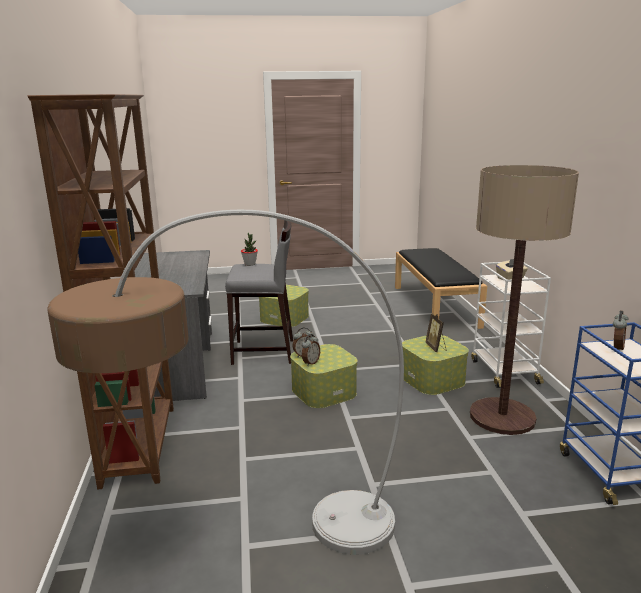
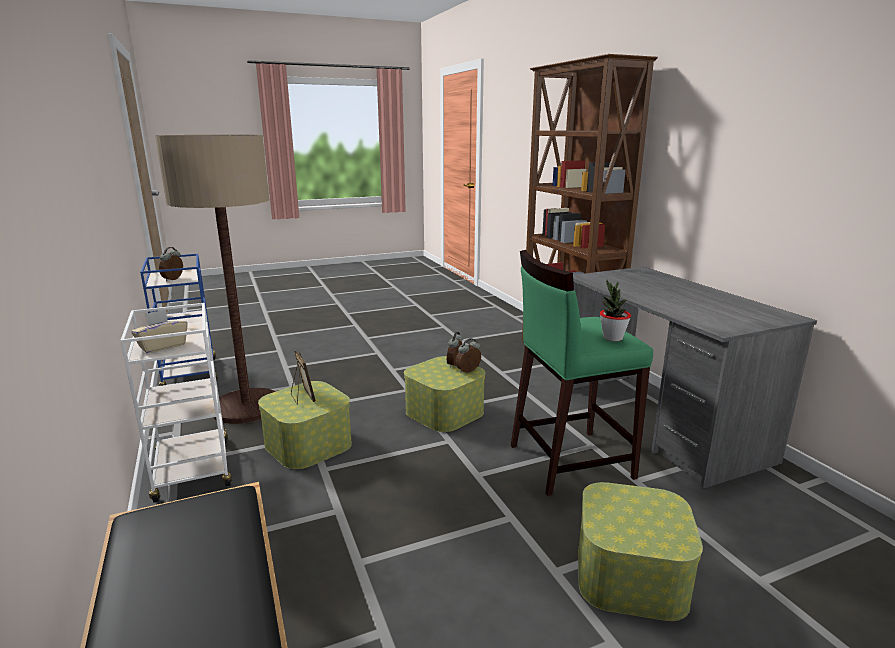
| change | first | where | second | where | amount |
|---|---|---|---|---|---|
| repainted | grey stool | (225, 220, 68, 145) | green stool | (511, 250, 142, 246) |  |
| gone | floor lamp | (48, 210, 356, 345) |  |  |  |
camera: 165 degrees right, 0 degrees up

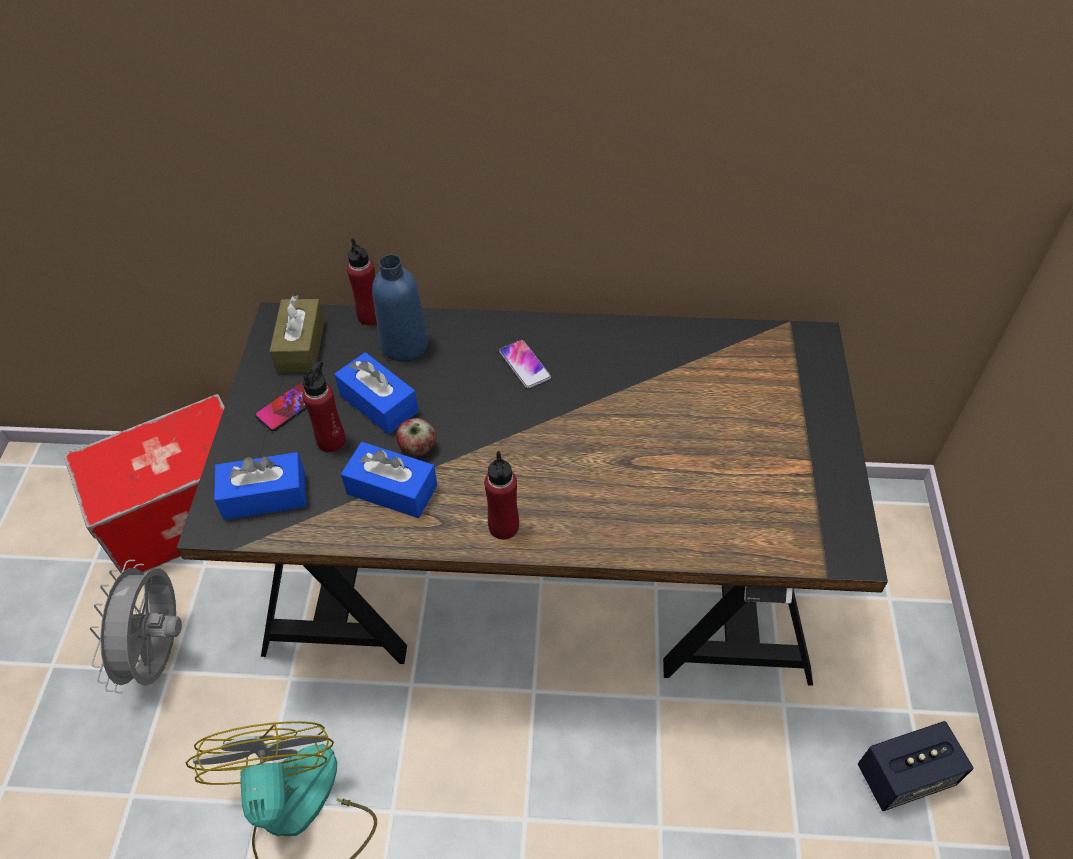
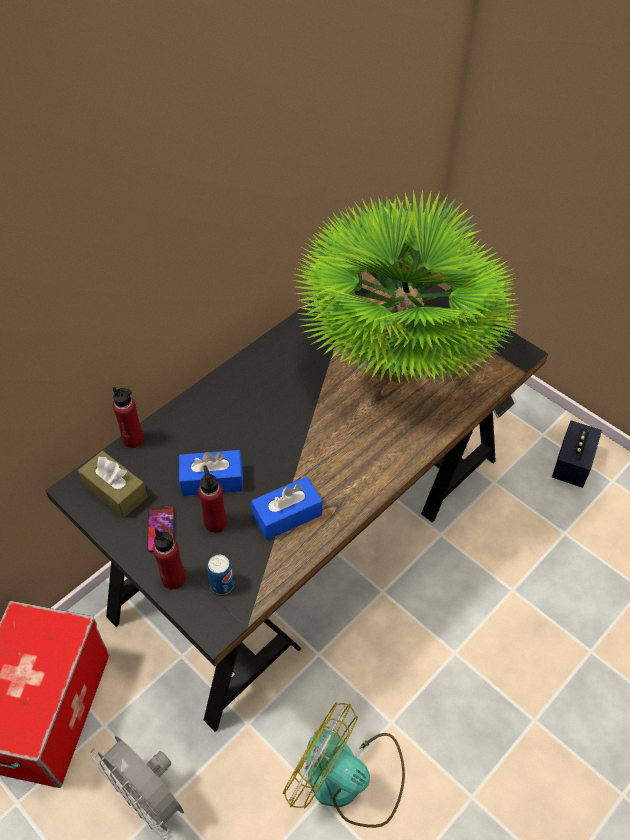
| change | first | where | second | where | amount |
|---|---|---|---|---|---|
| shifted | red bottle | (484, 451, 35, 89) |  | (153, 528, 33, 62) |  |
| swapped | blue tissue box | (214, 452, 93, 68) | can | (207, 555, 27, 40) |  |
| new |  |  | potted plant | (294, 190, 228, 194) |  |
| gone | blue bottle | (372, 255, 56, 107) |  |  |  |
| gone | apple | (396, 418, 40, 39) |  |  |  |
| gone | phone | (499, 340, 52, 49) |  |  |  |
camera: 50 degrees left, 0 degrees up

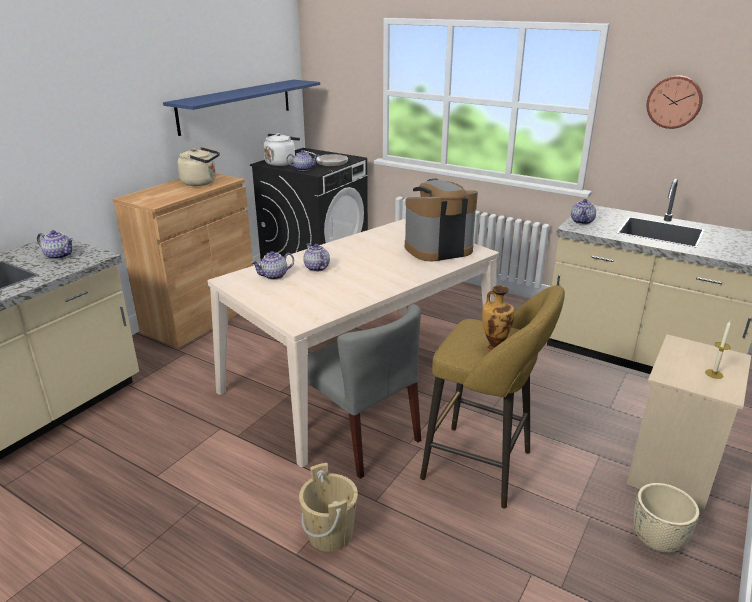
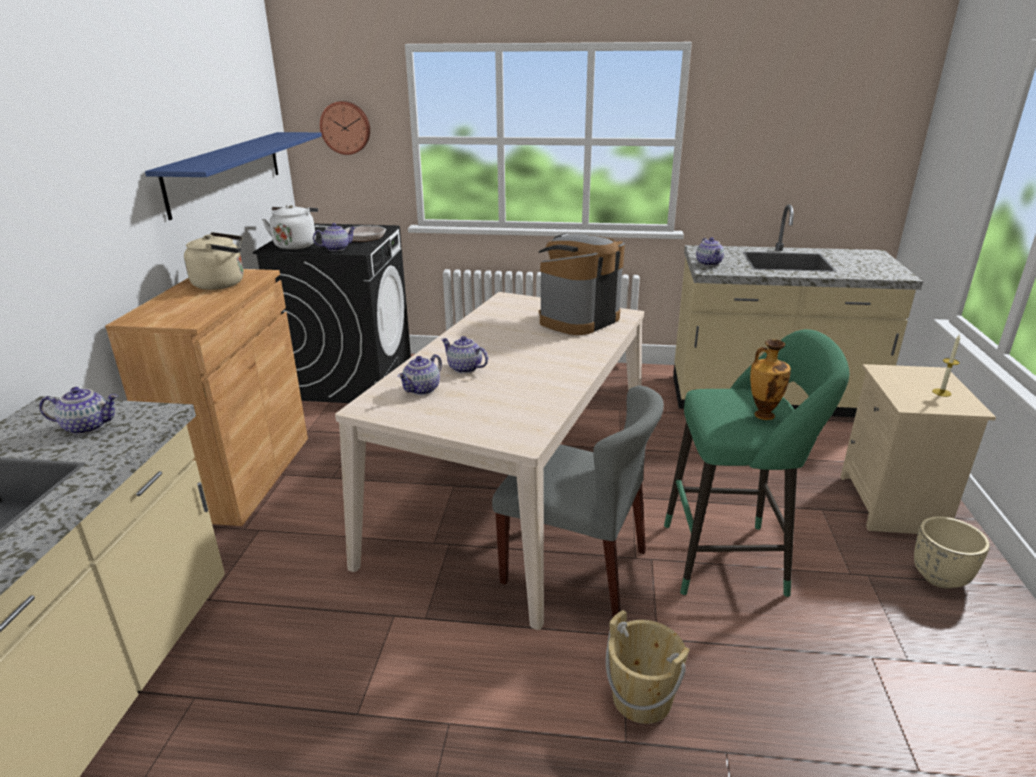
| change | first | where | second | where | amount |
|---|---|---|---|---|---|
| shifted | wall clock | (646, 76, 57, 53) |  | (320, 101, 50, 54) |  |
| repainted | yellow stool | (420, 285, 145, 223) | green stool | (664, 329, 185, 268) |  |
camera: 25 degrees left, 0 degrees up

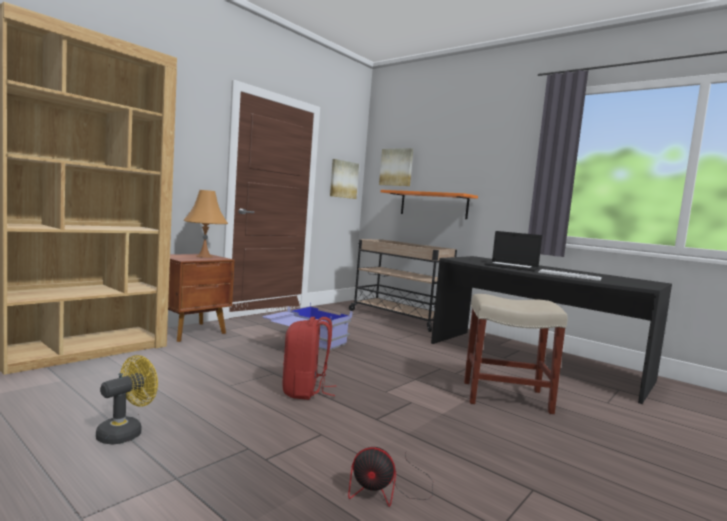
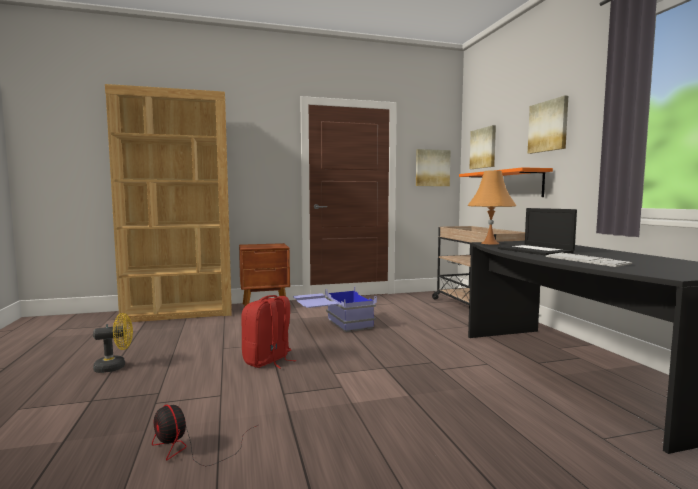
| change | first | where | second | where | amount |
|---|---|---|---|---|---|
| shifted | orange table lamp | (184, 190, 44, 68) |  | (468, 170, 49, 75) |  |
| new |  |  | picture | (528, 95, 40, 59) |  |
| gone | beige stool | (464, 294, 103, 120) |  |  |  |
camera: 35 degrees right, 0 degrees up

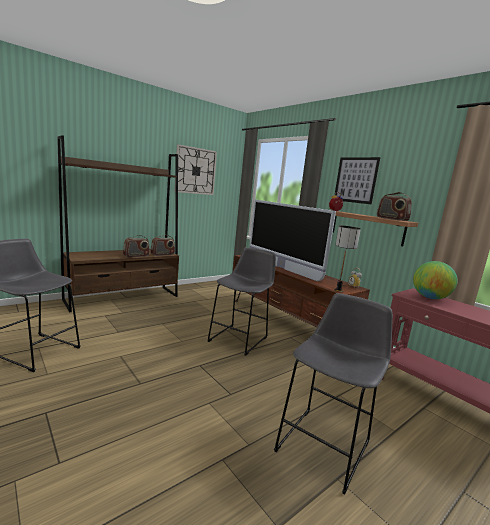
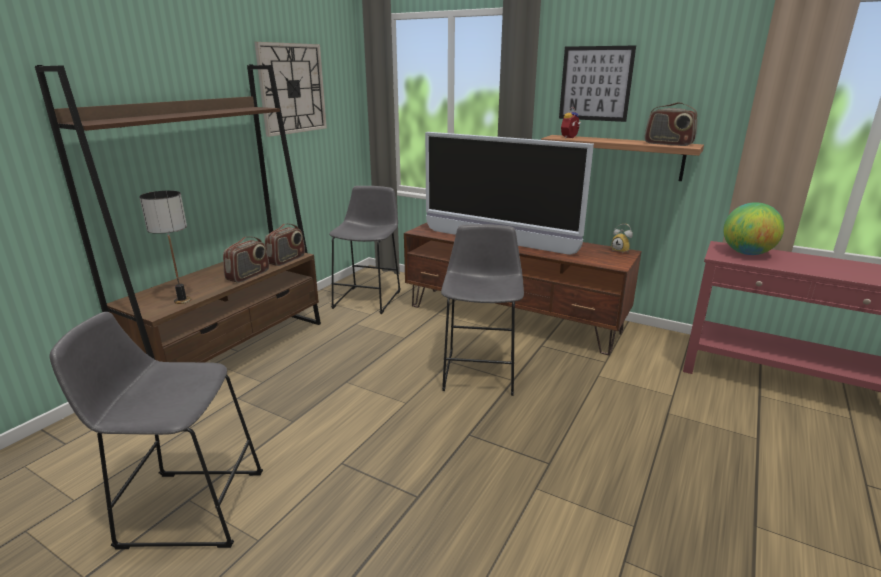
| change | first | where | second | where | amount |
|---|---|---|---|---|---|
| shifted | table lamp | (334, 226, 27, 66) |  | (139, 190, 52, 114) |  |
| shifted | grey stool | (274, 293, 119, 202) |  | (329, 186, 72, 128) |  |
camera: 20 degrees left, 10 degrees up

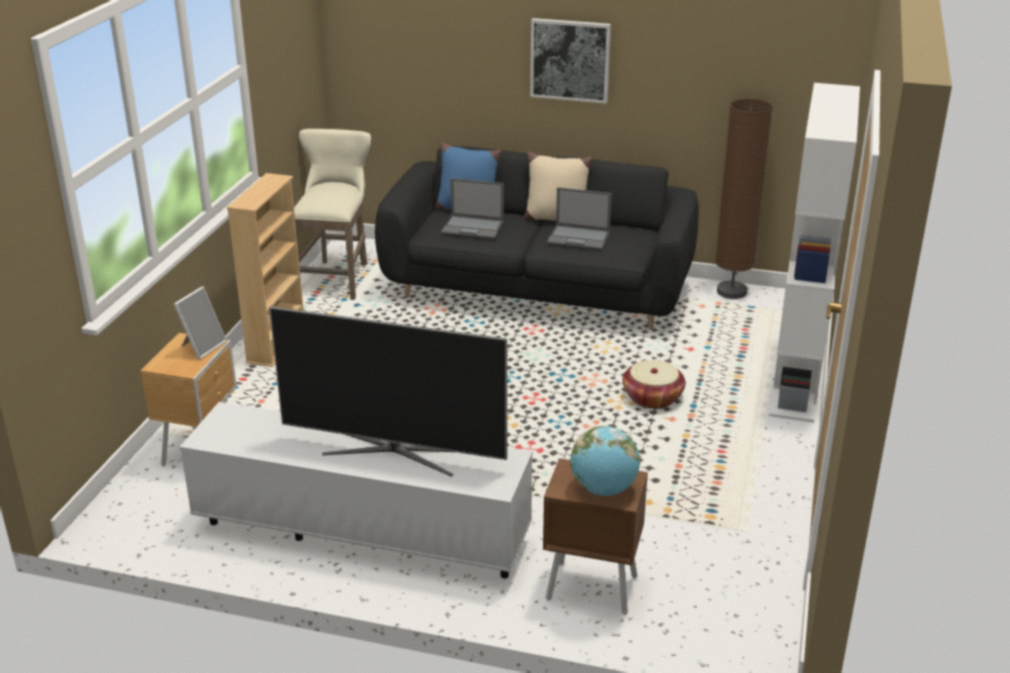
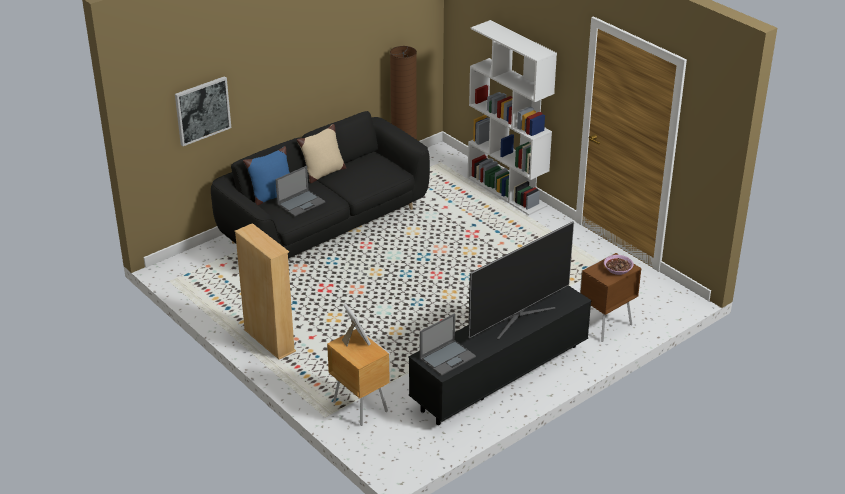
| change | first | where | second | where | amount |
|---|---|---|---|---|---|
| shifted | picture | (530, 18, 81, 85) |  | (175, 76, 56, 70) |  |
| repainted | white tv stand | (180, 402, 353, 176) | black tv stand | (409, 285, 183, 140) |  |
| shifted | laptop | (547, 187, 65, 63) |  | (420, 313, 56, 63) |  |
| swapped | globe | (570, 426, 70, 70) | bowl | (604, 255, 30, 20) |  |
| gone | beige stool | (294, 129, 78, 171) |  |  |  |
| gone | basket | (622, 360, 63, 49) |  |  |  |
camera: 55 degrees left, 5 degrees up

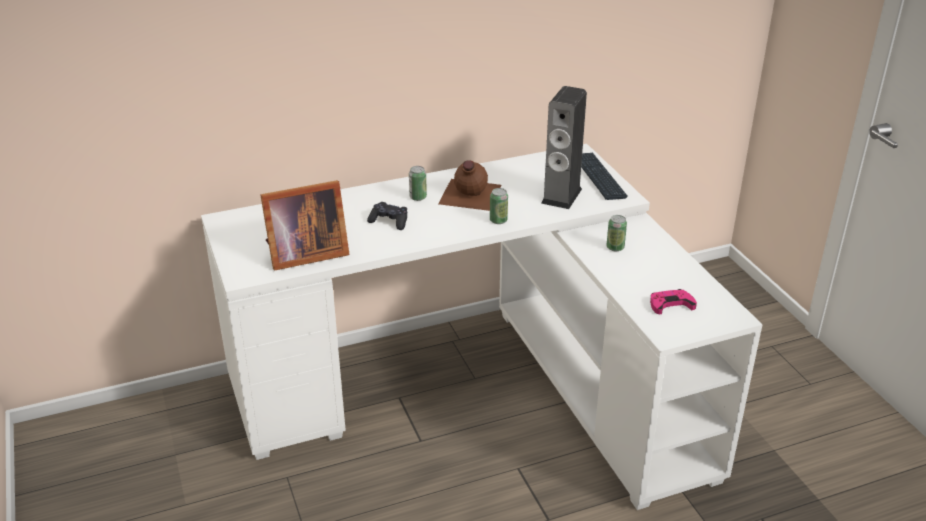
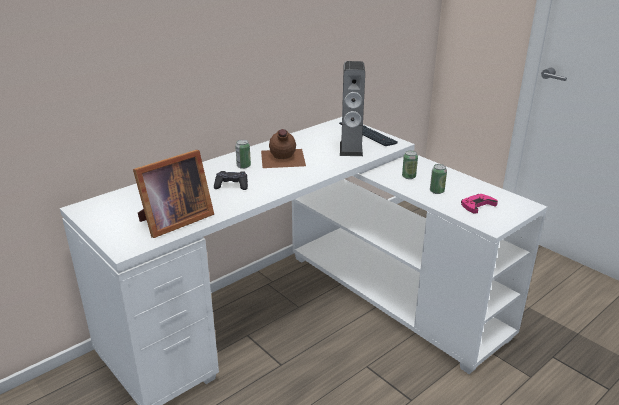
| change | first | where | second | where | amount |
|---|---|---|---|---|---|
| shifted | can | (490, 188, 18, 36) |  | (430, 164, 17, 30) |  |
camera: 20 degrees left, 5 degrees down

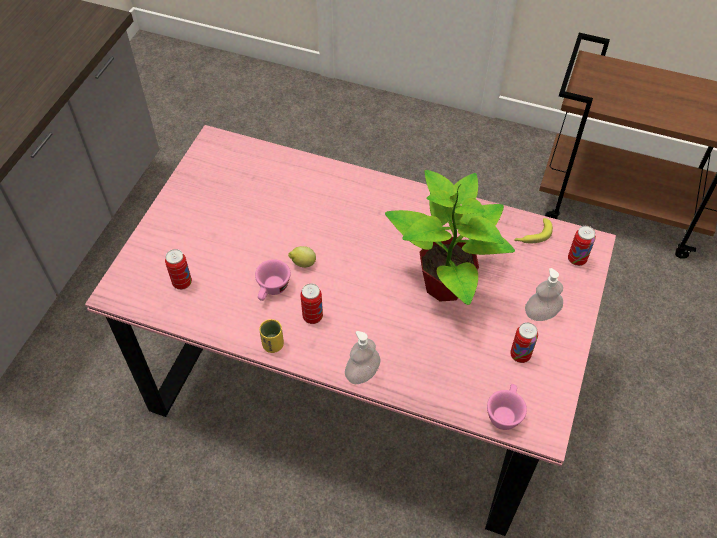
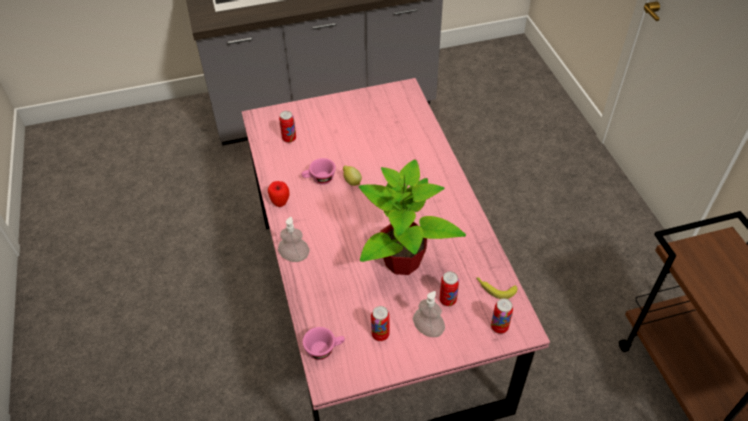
| change | first | where | second | where | amount |
|---|---|---|---|---|---|
| swapped | yellow cup | (259, 319, 25, 34) | apple | (268, 181, 22, 26) |  |
| shifted | can | (300, 284, 23, 40) |  | (439, 271, 20, 35) |  |
camera: 55 degrees right, 5 degrees down

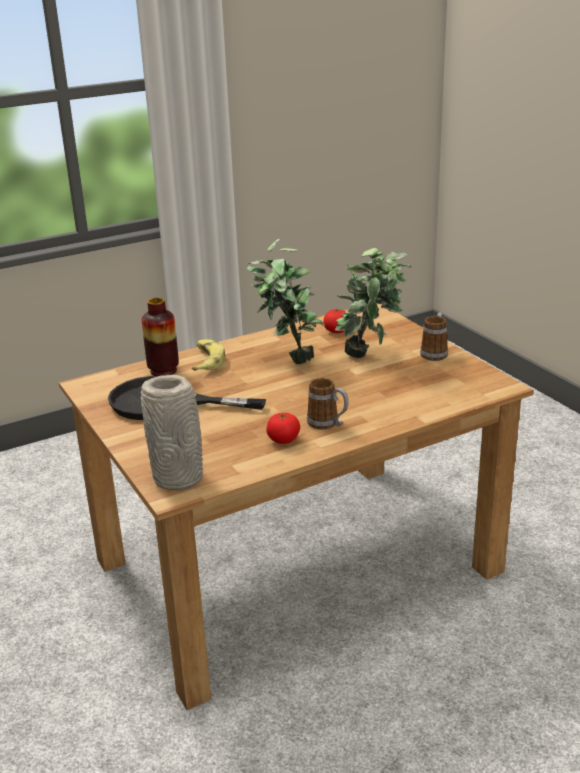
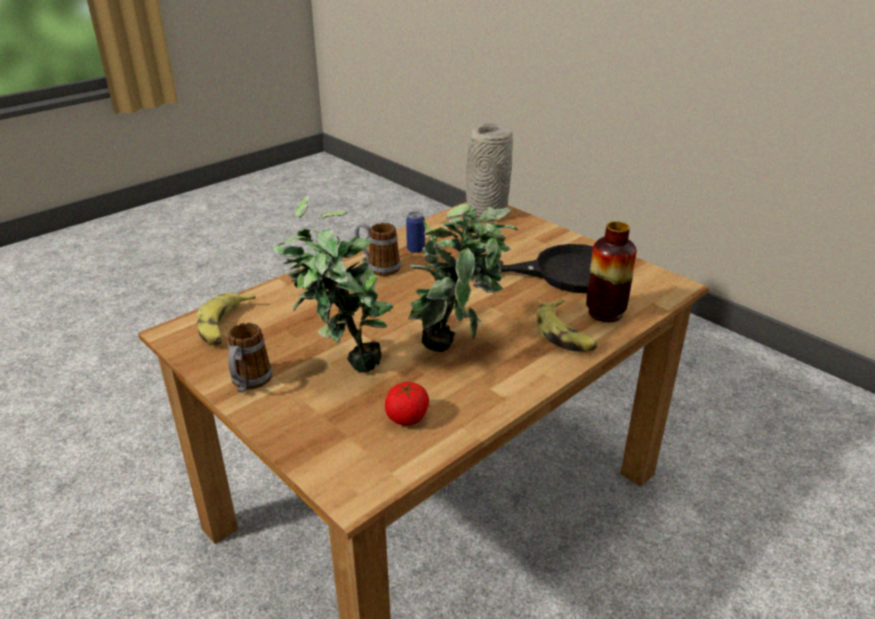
| change | first | where | second | where | amount |
|---|---|---|---|---|---|
| new |  |  | banana | (197, 293, 59, 52) |  |
| swapped | tomato | (266, 413, 34, 31) | can | (406, 211, 19, 42) |  |
camera: 165 degrees right, 5 degrees up

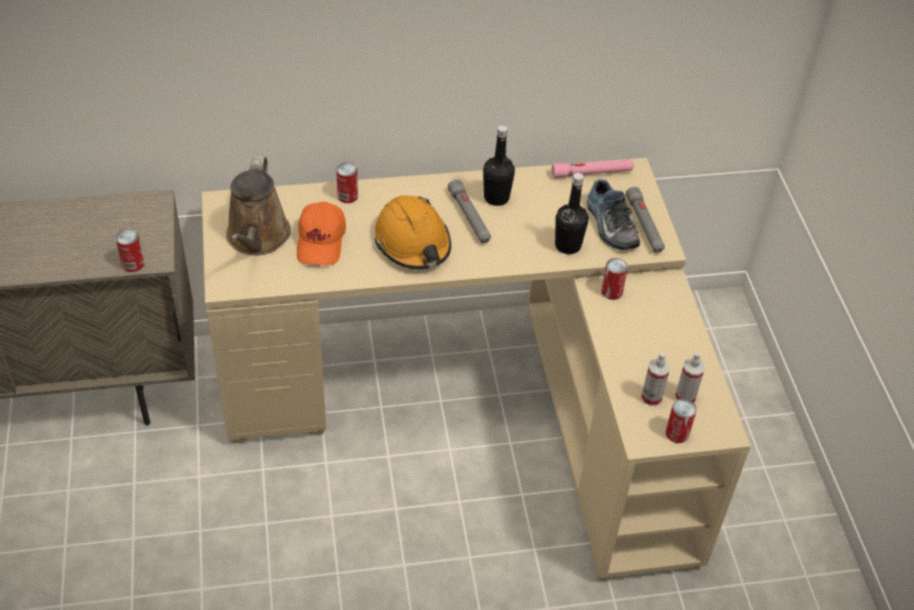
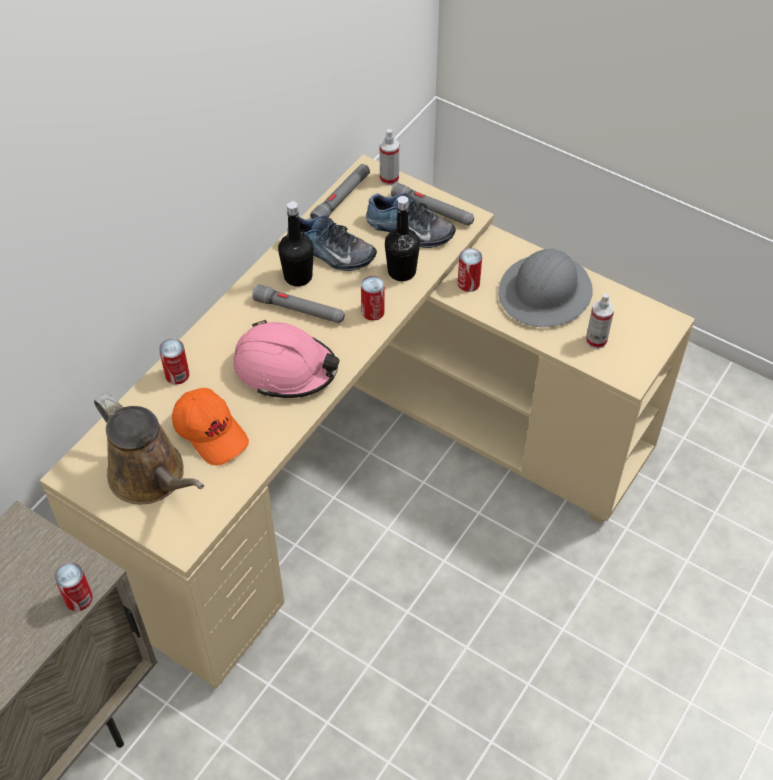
| change | first | where | second | where | amount |
|---|---|---|---|---|---|
| repainted | orange hard hat | (375, 195, 76, 74) | pink hard hat | (233, 320, 107, 78) |  |
| new |  |  | shoe | (287, 215, 90, 56) |  |
| repainted | pink flashlight | (552, 159, 82, 19) | grey flashlight | (310, 164, 60, 55) |  |
| shifted | can | (666, 399, 31, 44) |  | (361, 276, 24, 45) |  |
| shifted | spray bottle | (675, 352, 30, 51) |  | (380, 129, 19, 56) |  |
| new |  |  | grey hard hat | (498, 249, 95, 78) |  |
camera: 45 degrees left, 5 degrees up

